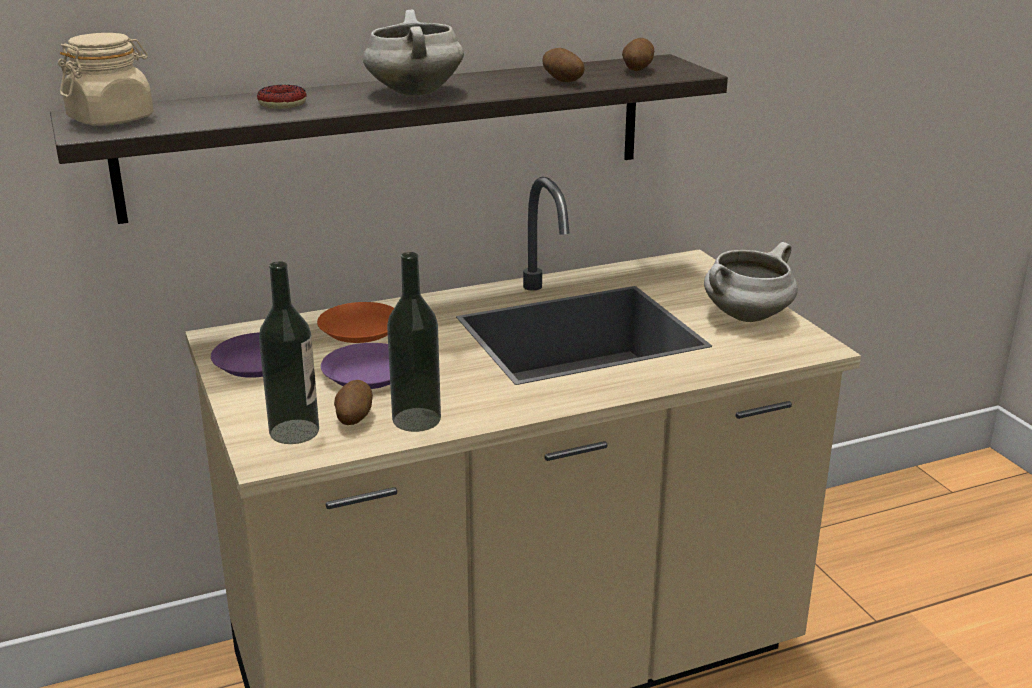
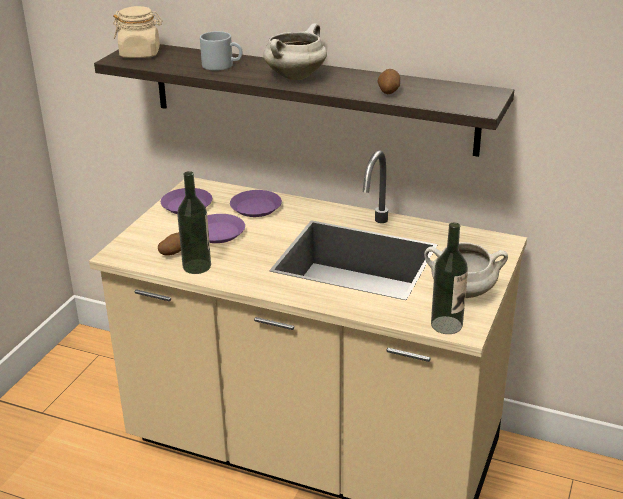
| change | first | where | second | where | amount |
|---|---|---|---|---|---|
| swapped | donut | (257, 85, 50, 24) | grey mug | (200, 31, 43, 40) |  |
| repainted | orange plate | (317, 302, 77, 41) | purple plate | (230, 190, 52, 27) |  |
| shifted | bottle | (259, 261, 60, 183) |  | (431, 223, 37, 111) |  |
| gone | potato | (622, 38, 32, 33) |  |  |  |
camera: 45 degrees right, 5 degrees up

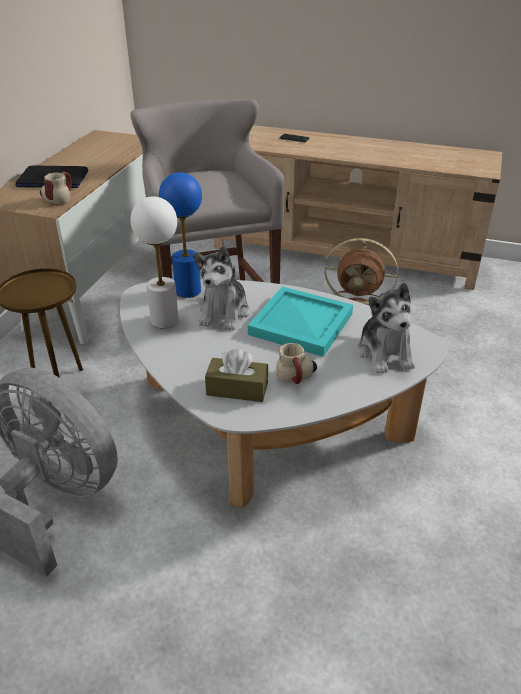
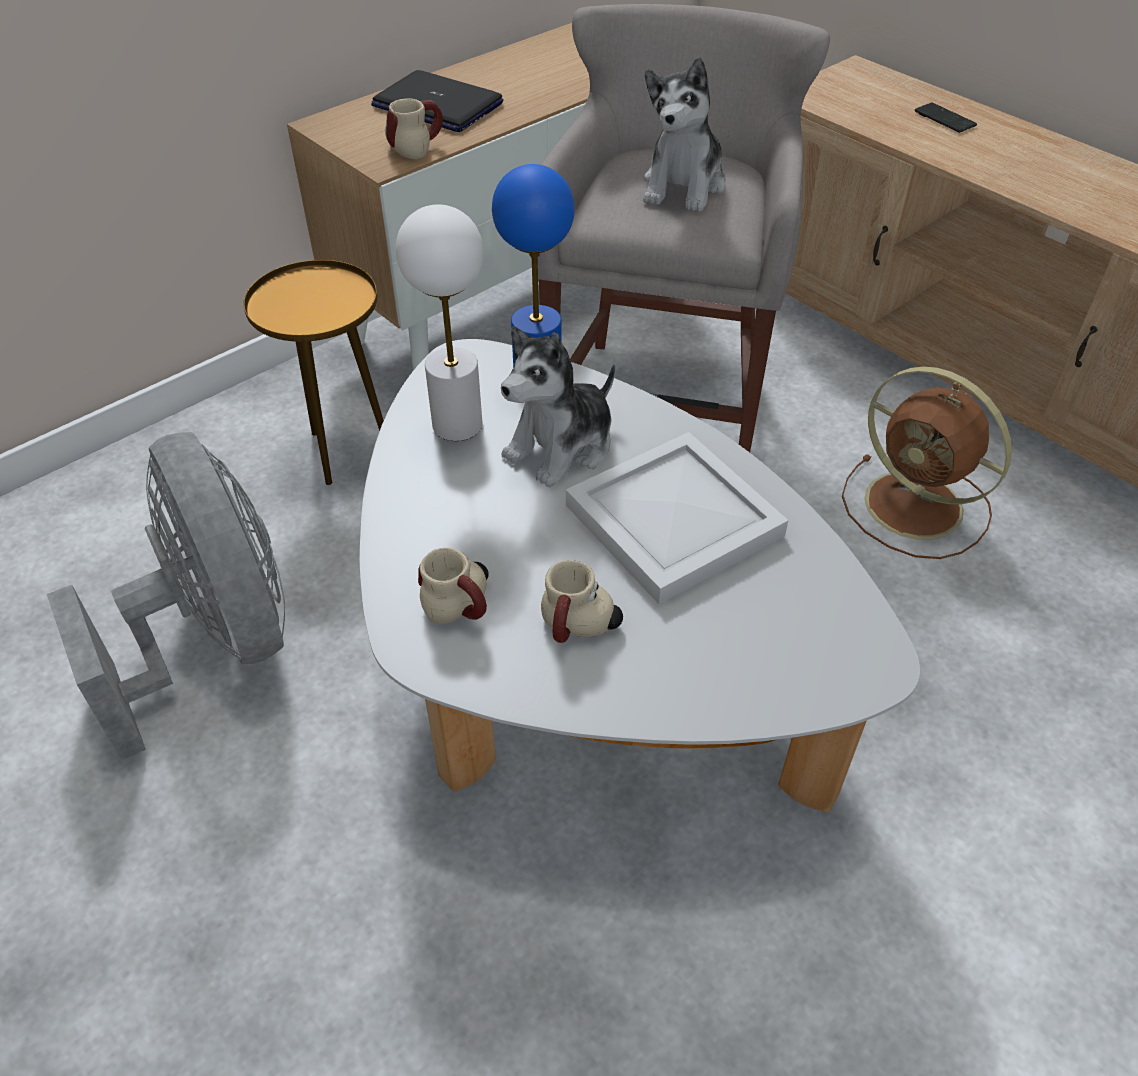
| change | first | where | second | where | amount |
|---|---|---|---|---|---|
| swapped | brown tissue box | (205, 349, 63, 53) | mug | (418, 547, 71, 77) |  |
| repainted | turquoise tray | (248, 287, 105, 70) | white tray | (566, 432, 223, 172) |  |
| shifted | plush toy | (357, 282, 58, 92) |  | (643, 57, 83, 155) |  |
camera: 30 degrees right, 10 degrees up

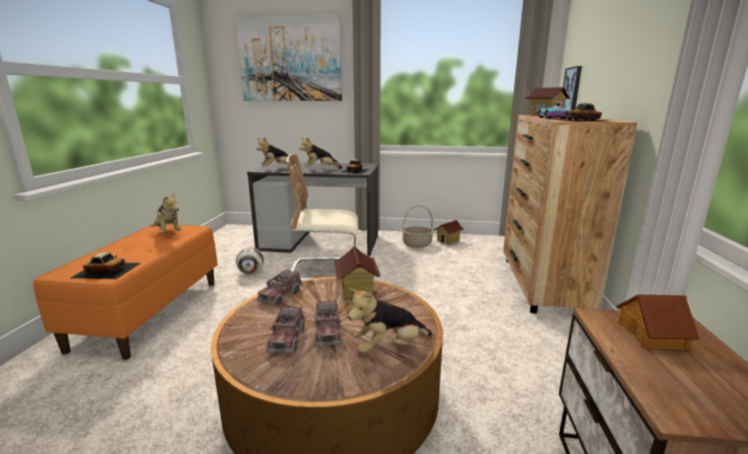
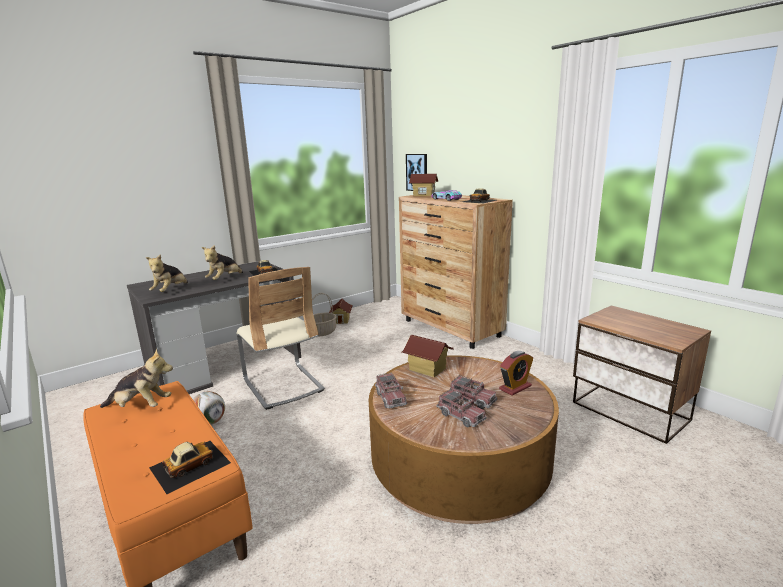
| change | first | where | second | where | amount |
|---|---|---|---|---|---|
| rotated | beige chair | (287, 154, 71, 126) |  | (237, 267, 88, 143) | 75 degrees counterclockwise |
| swapped | plush toy | (348, 288, 84, 65) | alarm clock | (499, 351, 34, 44) |  |
| gone | picture | (236, 15, 106, 86) |  |  |  |
| gone | toy house | (616, 295, 84, 55) |  |  |  |
camera: 45 degrees left, 0 degrees up

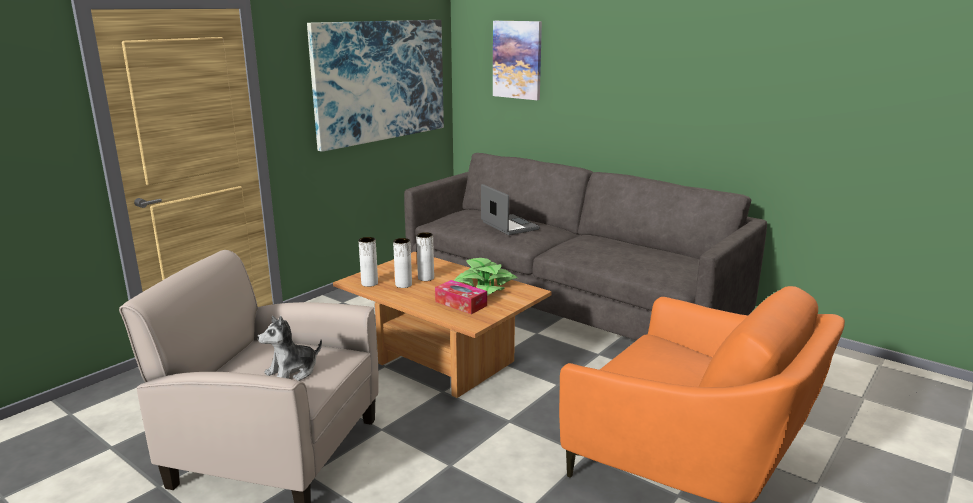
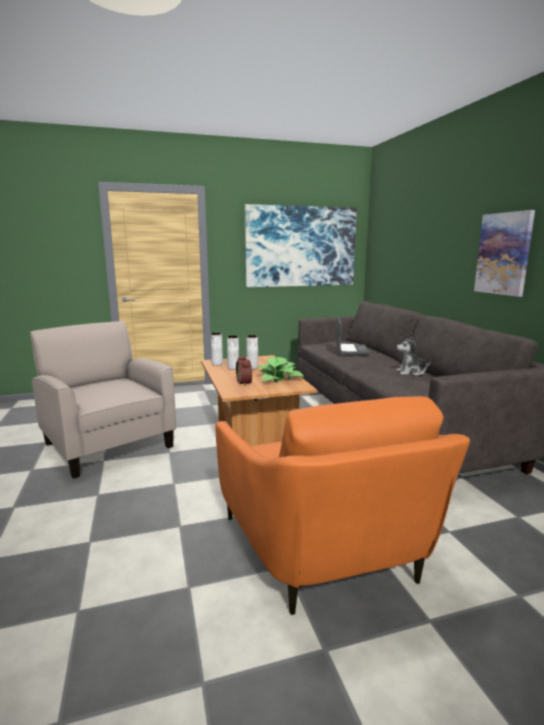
| change | first | where | second | where | amount |
|---|---|---|---|---|---|
| swapped | tissue box | (435, 280, 52, 34) | alarm clock | (236, 355, 16, 31) |  |
| shifted | plush toy | (257, 316, 65, 65) |  | (396, 336, 35, 40) |  |
| shifted | picture | (493, 21, 49, 79) |  | (474, 210, 61, 87) |  |
camera: 35 degrees right, 5 degrees down

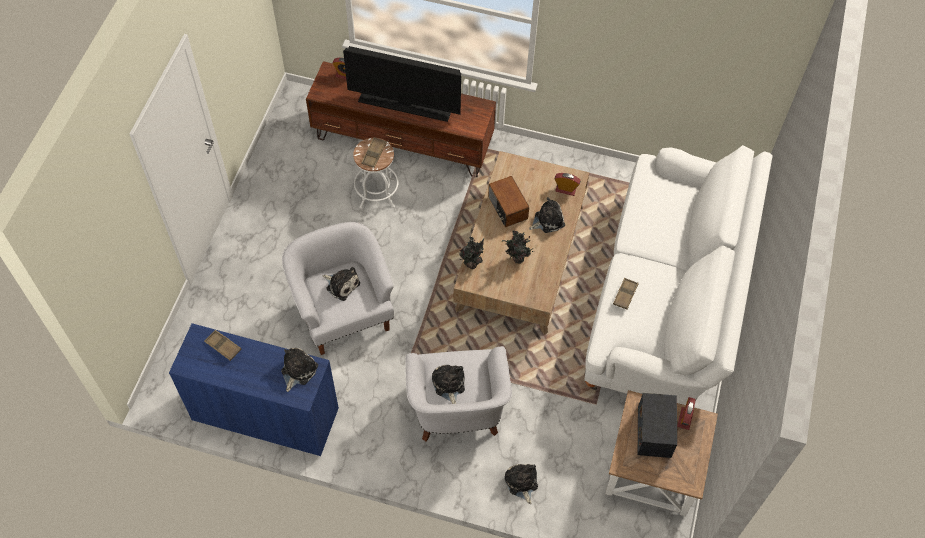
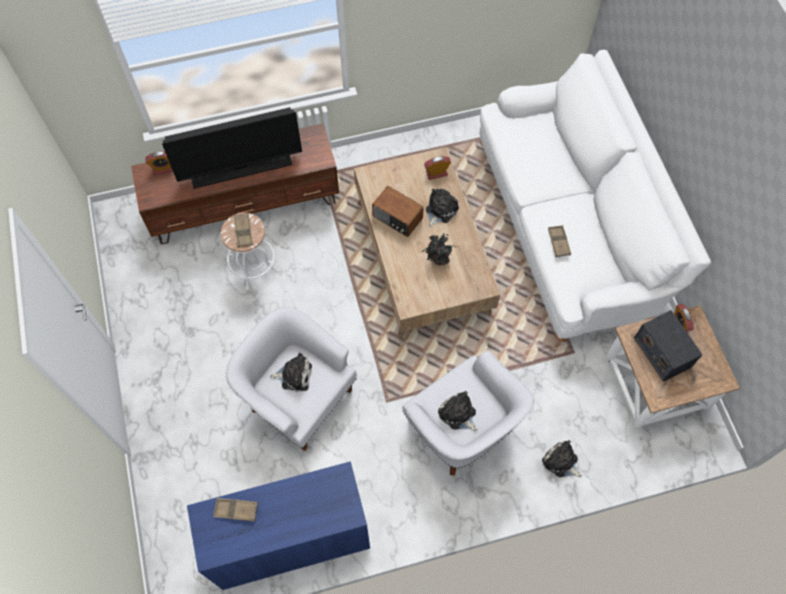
| change | first | where | second | where | amount |
|---|---|---|---|---|---|
| gone | plush toy | (281, 348, 37, 44) |  |  |  |
| gone | potted plant | (458, 236, 26, 33) |  |  |  |
camera: 30 degrees left, 5 degrees up

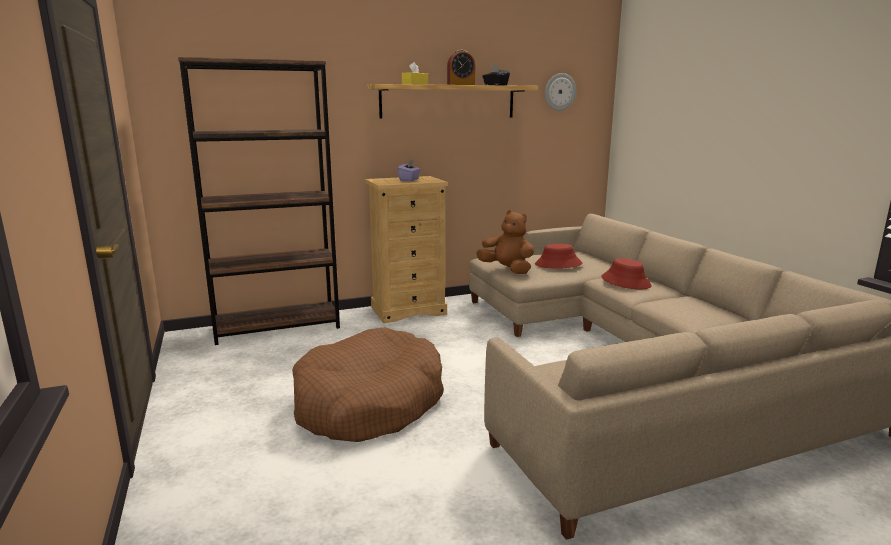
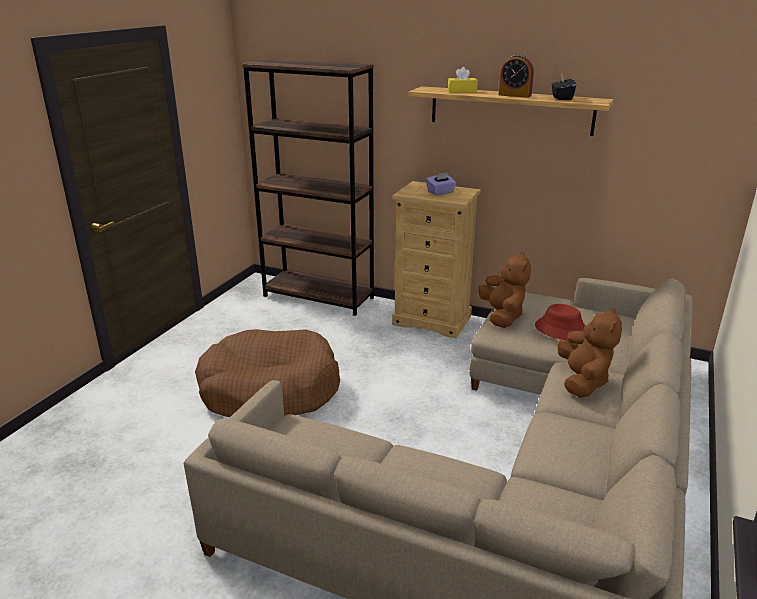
| change | first | where | second | where | amount |
|---|---|---|---|---|---|
| swapped | red hat | (601, 258, 50, 31) | brown plush toy | (557, 307, 65, 91) |  |
| gone | wall clock | (545, 73, 31, 38) |  |  |  |
camera: 45 degrees right, 10 degrees up

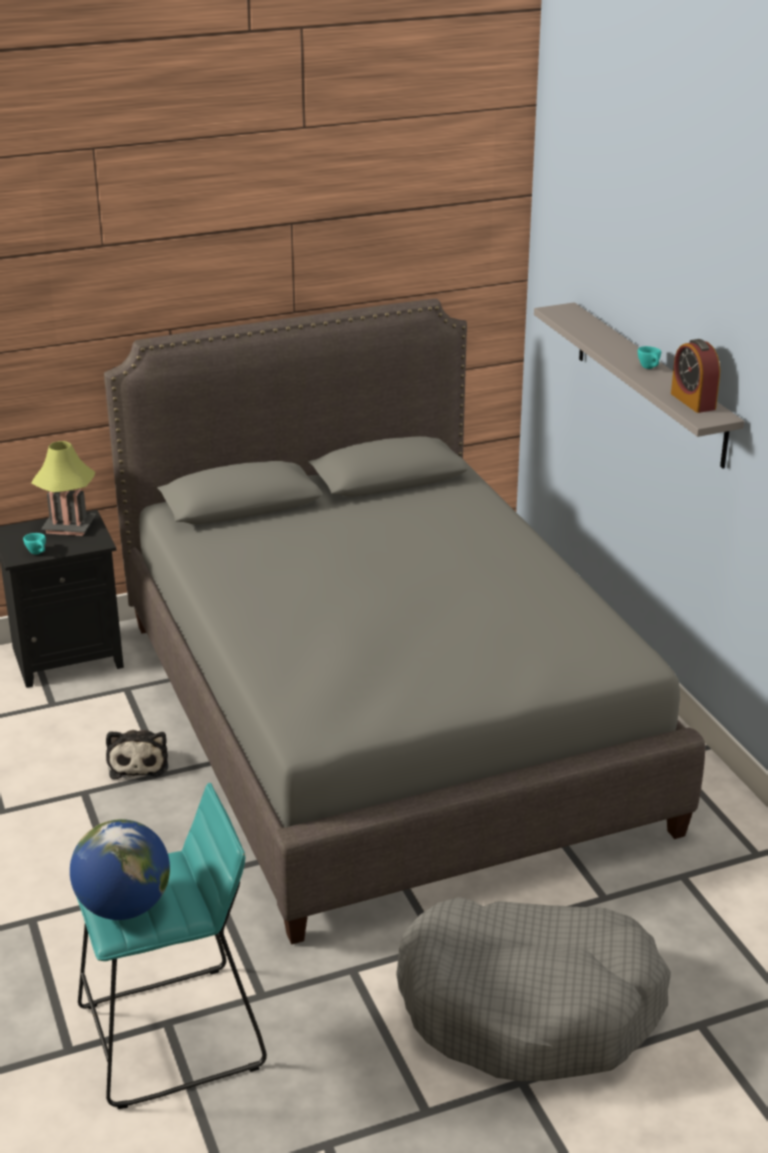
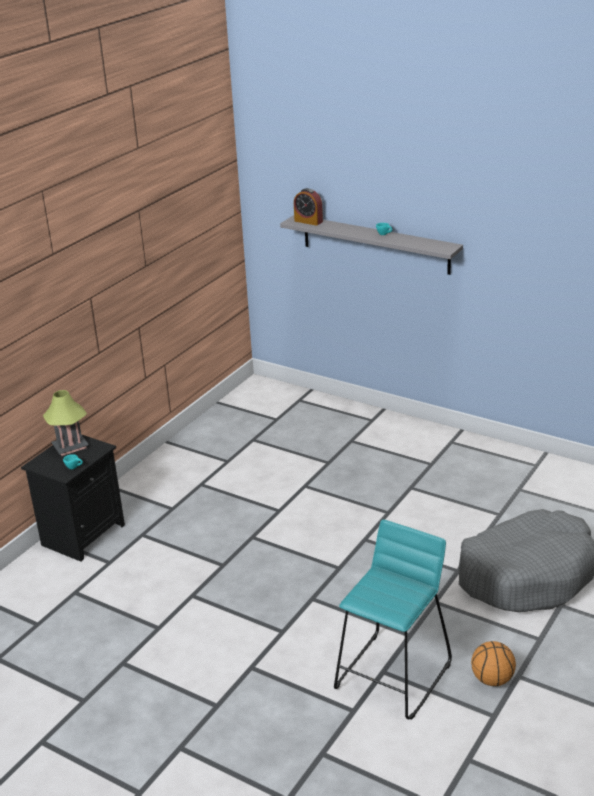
| change | first | where | second | where | amount |
|---|---|---|---|---|---|
| shifted | alarm clock | (671, 339, 49, 74) |  | (294, 188, 29, 38) |  |
| new |  |  | basketball | (471, 641, 45, 45) |  |
| gone | globe | (70, 819, 100, 101) |  |  |  |
| gone | grey bed | (104, 299, 601, 646) |  |  |  |
| gone | plush toy | (106, 730, 62, 49) |  |  |  |
camera: 35 degrees left, 0 degrees up

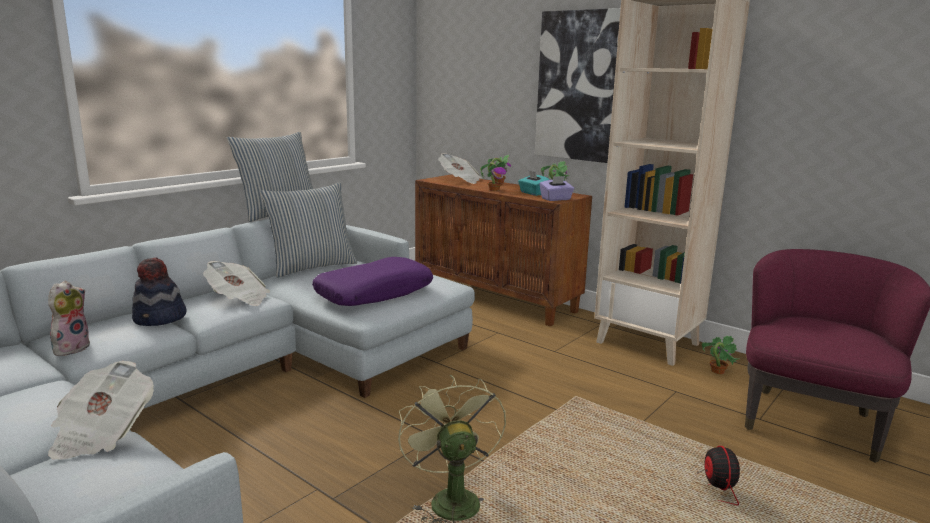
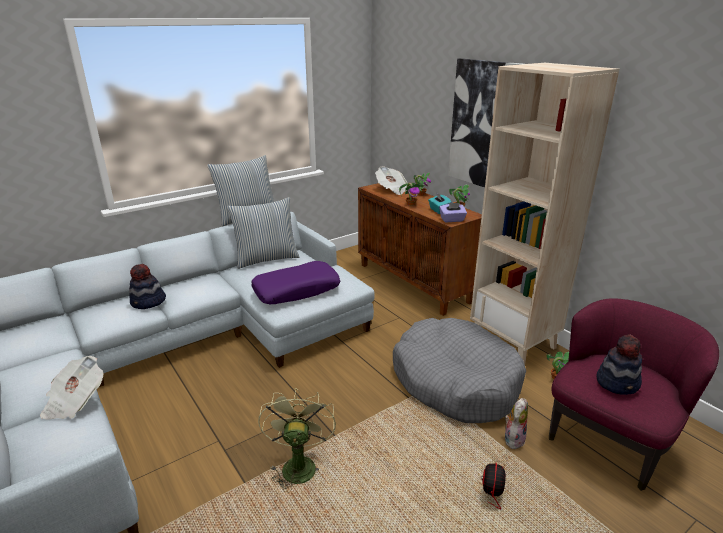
| change | first | where | second | where | amount |
|---|---|---|---|---|---|
| new |  |  | grey dog bed | (393, 318, 133, 105) |  |
| shifted | plush toy | (48, 281, 42, 75) |  | (505, 398, 23, 51) |  |
| new |  |  | hat | (596, 334, 46, 61) |  |
| gone | newspaper | (203, 261, 67, 45) |  |  |  |
camera: 15 degrees right, 10 degrees up

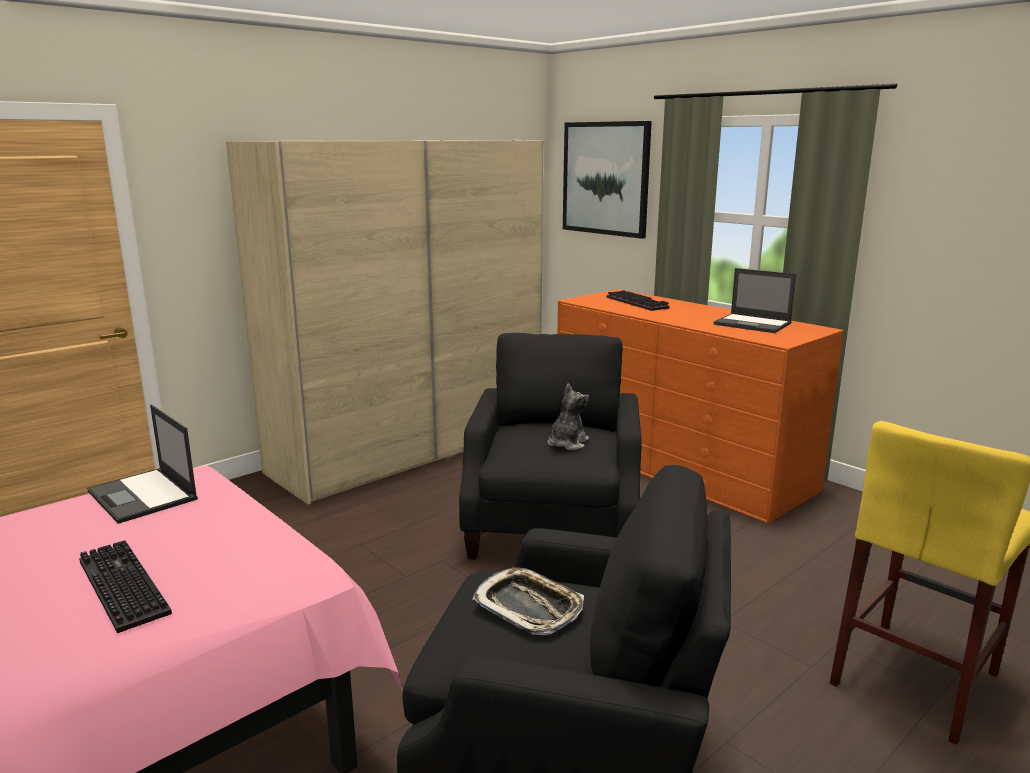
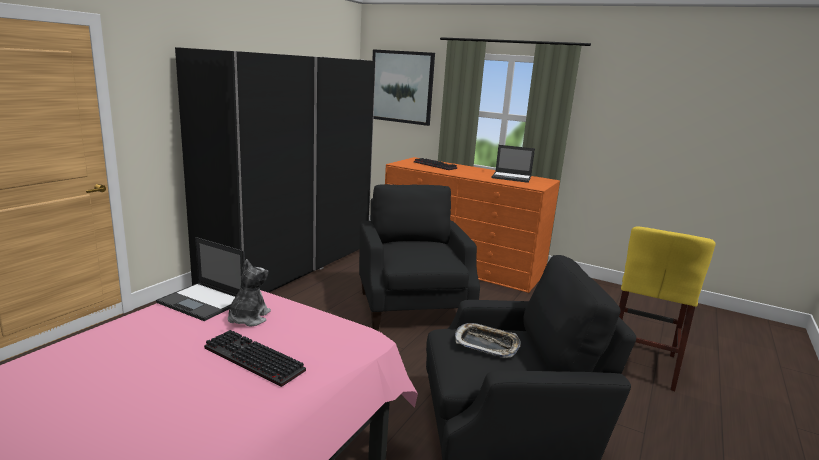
| change | first | where | second | where | amount |
|---|---|---|---|---|---|
| repainted | beige wardrobe | (226, 140, 317, 365) | black wardrobe | (175, 47, 201, 246) |  |
| shifted | plush toy | (548, 383, 41, 67) |  | (228, 259, 43, 68) |  |
camera: 20 degrees left, 0 degrees up

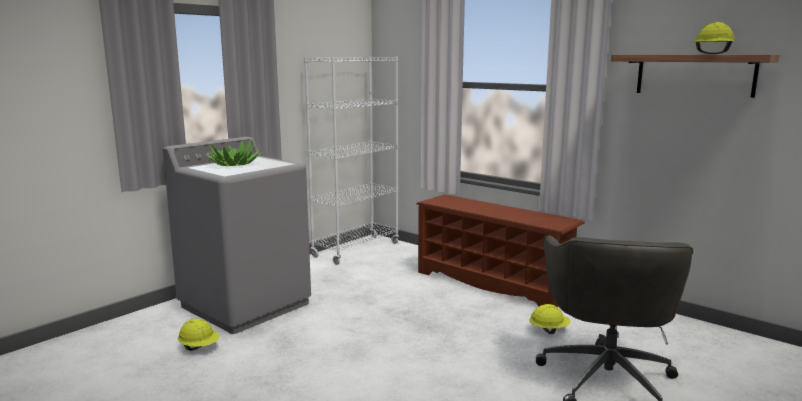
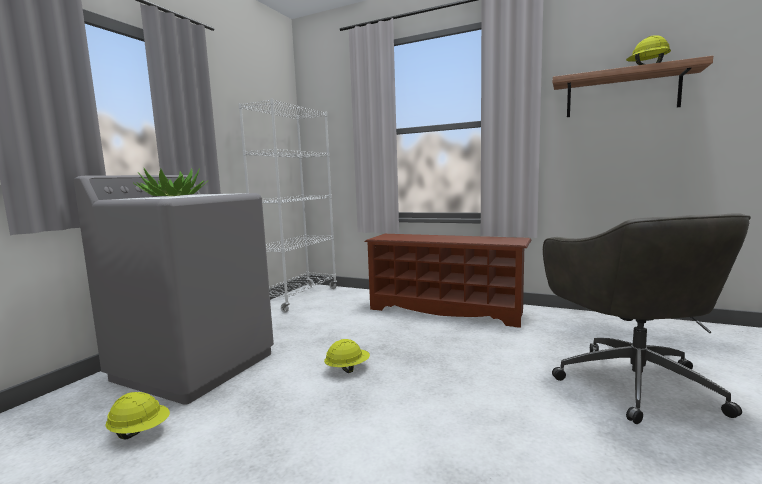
| change | first | where | second | where | amount |
|---|---|---|---|---|---|
| shifted | yellow hard hat | (529, 304, 42, 30) |  | (324, 339, 46, 34) |  |
camera: 15 degrees left, 5 degrees down

